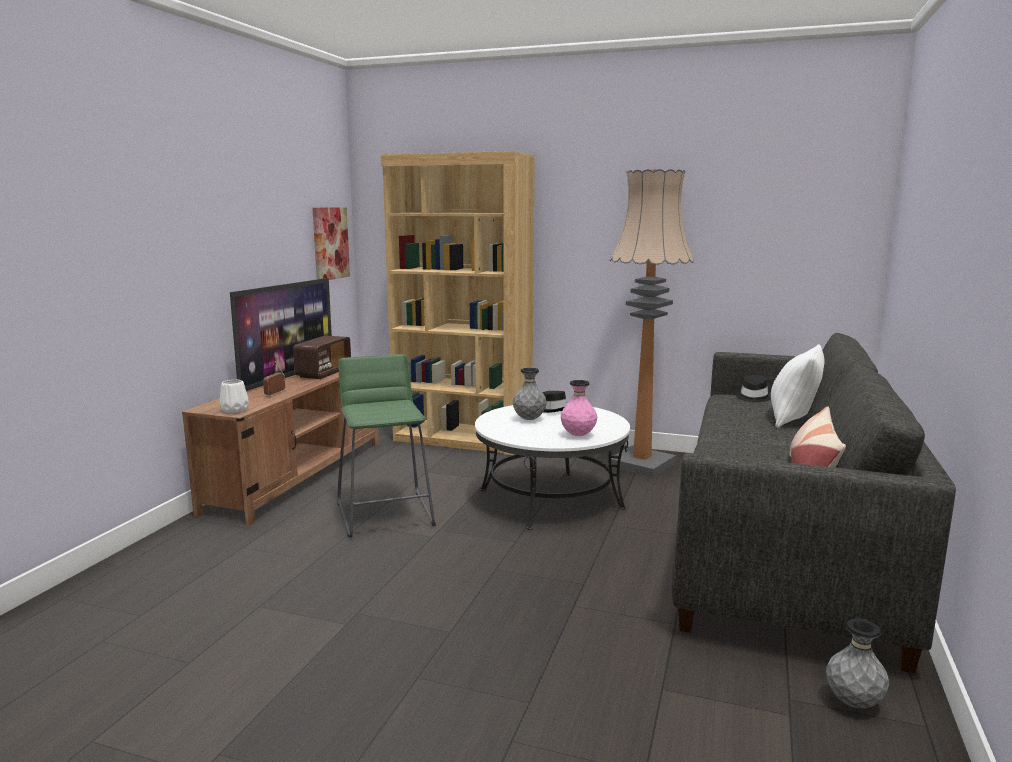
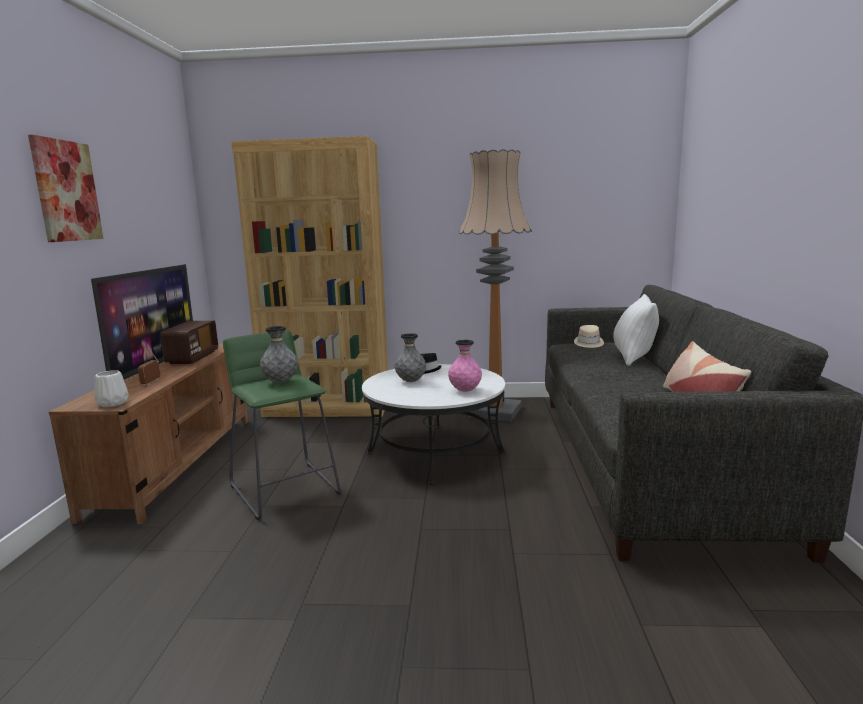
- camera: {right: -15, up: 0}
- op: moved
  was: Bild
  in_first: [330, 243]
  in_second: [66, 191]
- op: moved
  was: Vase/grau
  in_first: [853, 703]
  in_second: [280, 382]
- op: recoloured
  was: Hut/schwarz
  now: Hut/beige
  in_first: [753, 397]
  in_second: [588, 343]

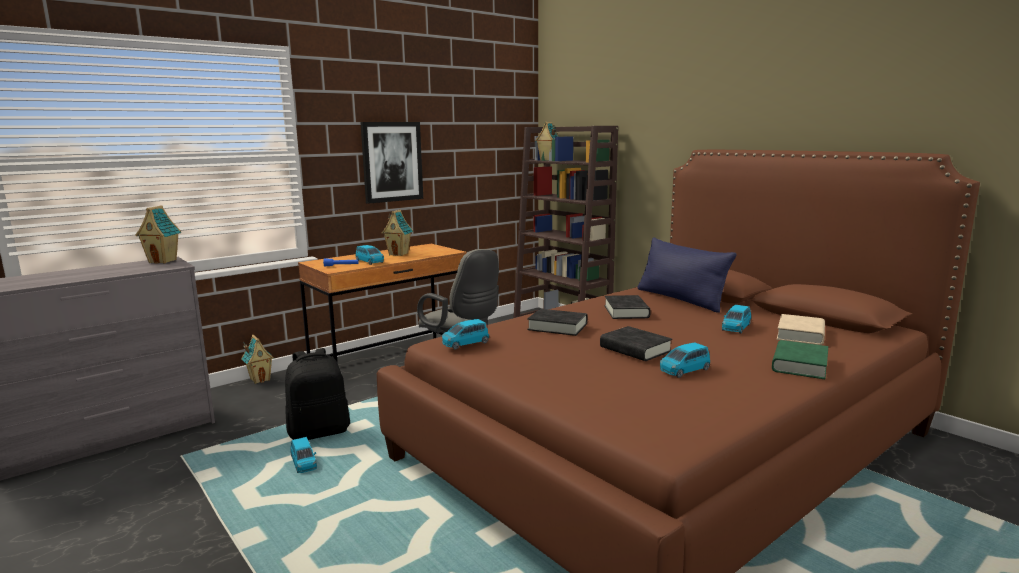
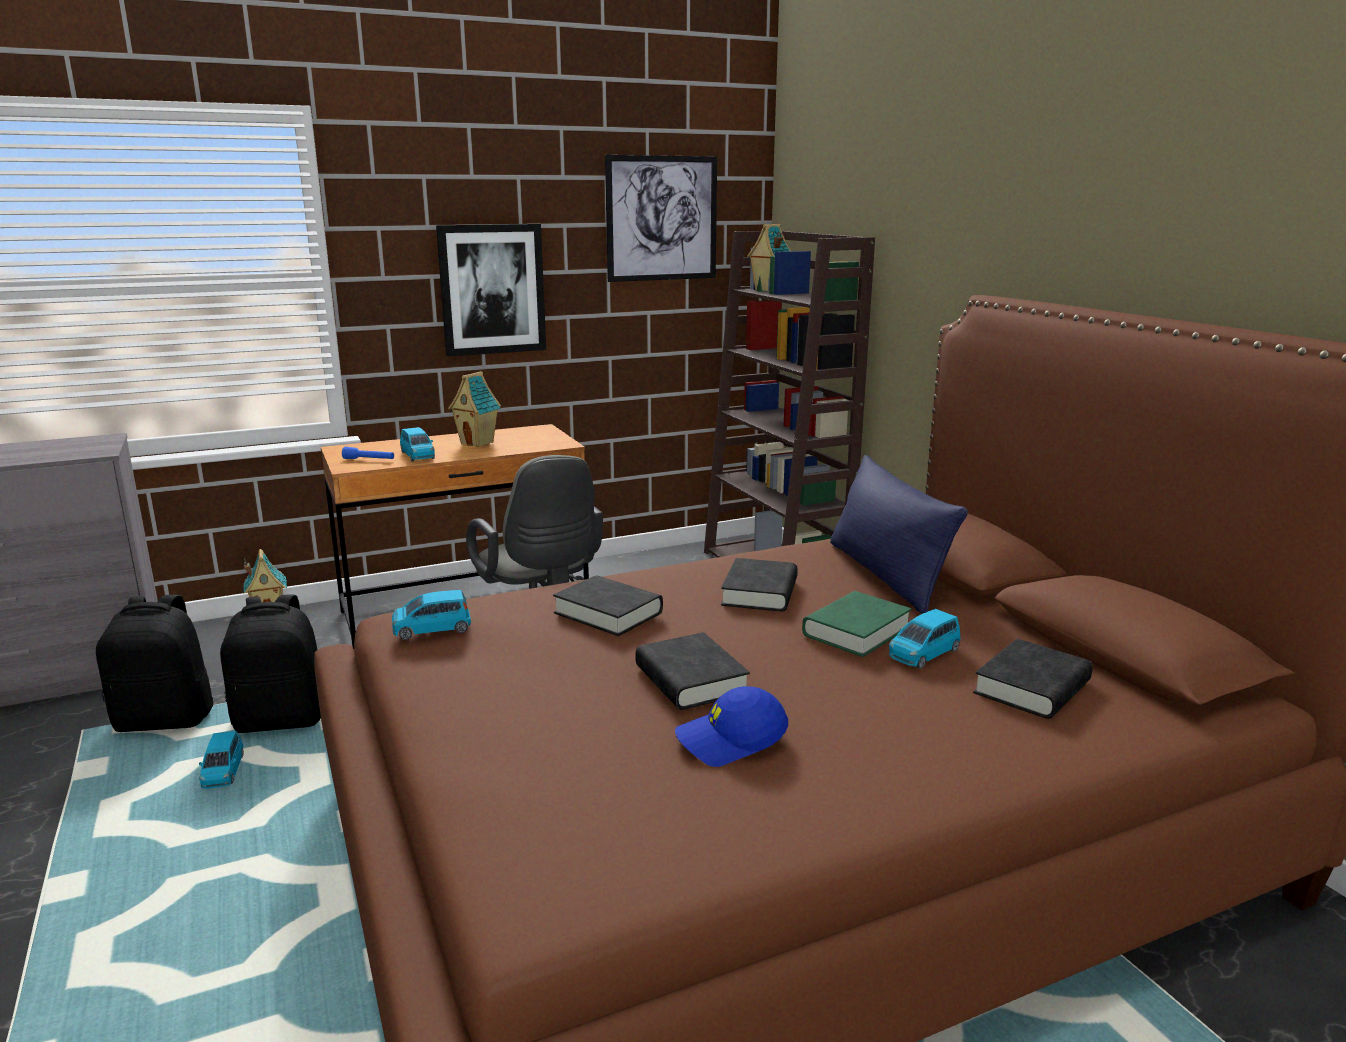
- camera: {right: 15, up: 5}
- op: removed
  was: Spielzeughaus
  in_first: [163, 261]
- op: added
  now: Rucksack/schwarz
  in_second: [166, 719]
- op: added
  now: Bild
  in_second: [662, 218]
- op: moved
  was: Buch/grün
  in_first: [799, 365]
  in_second: [856, 631]
- op: replaced
  was: Spielzeugauto/blau
  now: Kappe/blau
  in_first: [684, 370]
  in_second: [731, 741]
- op: recoloured
  was: Buch/beige
  now: Buch/schwarz
  in_first: [800, 335]
  in_second: [1032, 688]

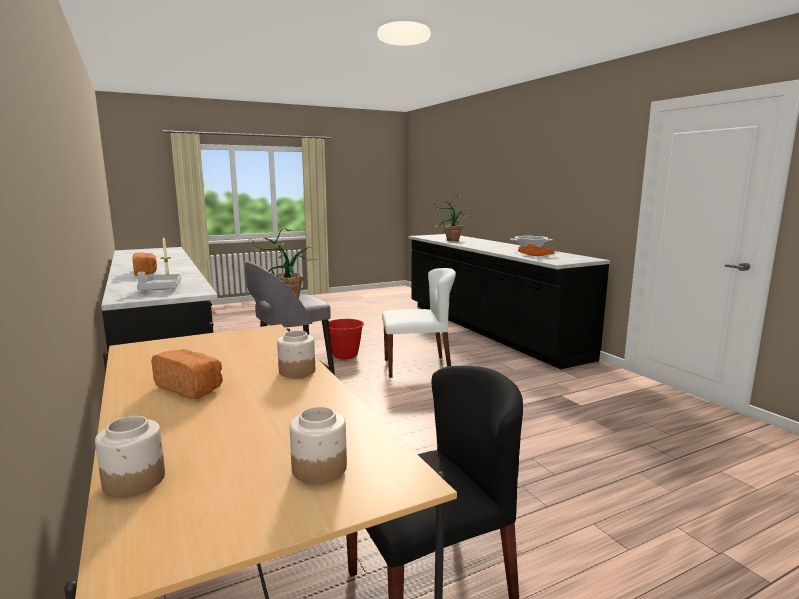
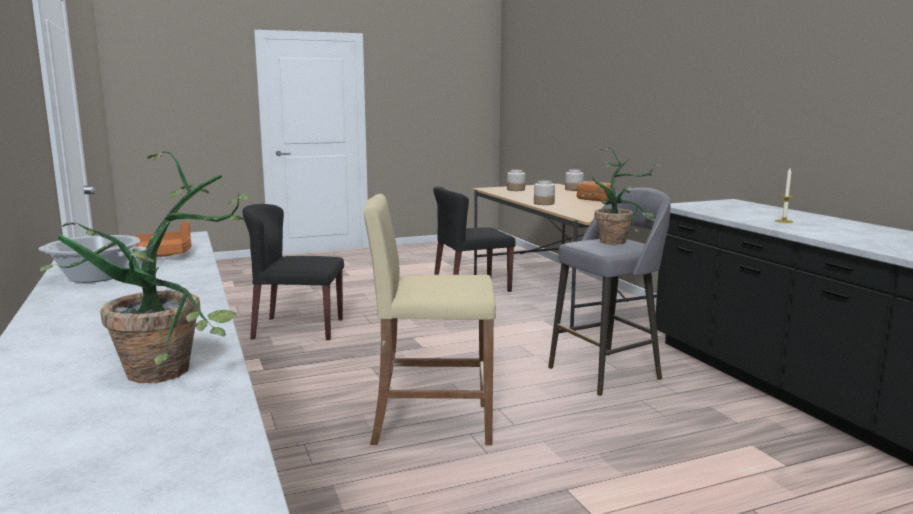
- camera: {right: -175, up: 0}
- op: removed
  was: Brot
  in_first: [146, 273]
- op: removed
  was: Tablett/grau
  in_first: [161, 289]
- op: removed
  was: Eimer/rot
  in_first: [345, 355]
- op: added
  now: Stuhl/schwarz
  in_second: [297, 328]
- op: replaced
  was: Stuhl/weiß
  now: Hocker/beige
  in_first: [417, 367]
  in_second: [431, 424]

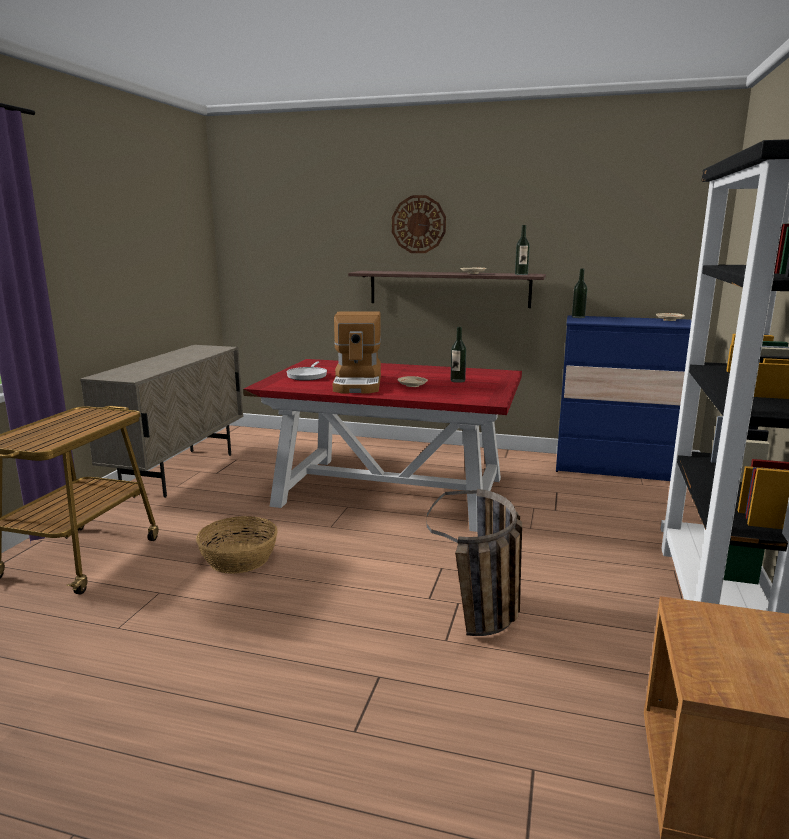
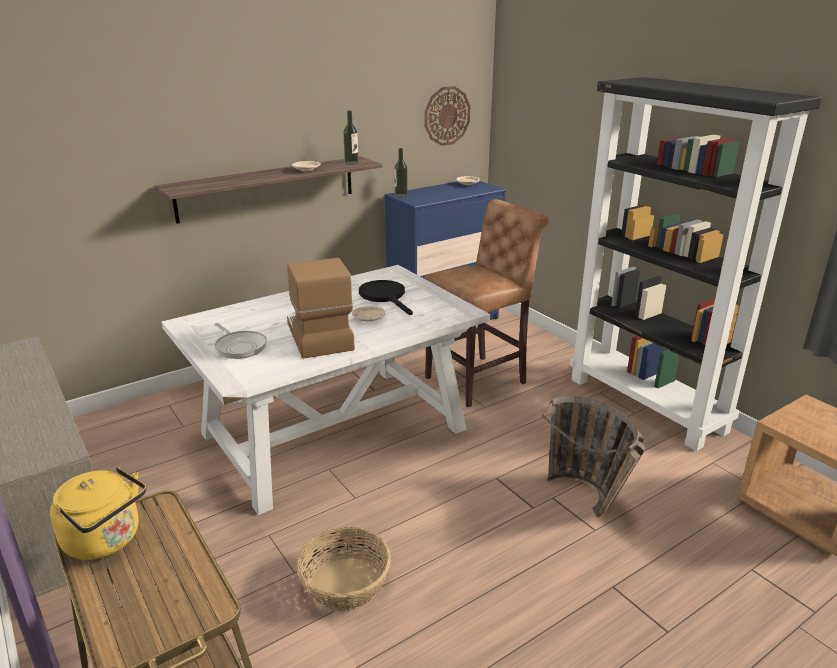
- camera: {right: -50, up: 10}
- op: added
  now: Wasserkessel/gelb
  in_second: [107, 540]
- op: added
  now: Hocker/braun
  in_second: [480, 379]
- op: moved
  was: Wanduhr
  in_first: [418, 224]
  in_second: [447, 116]
- op: replaced
  was: Flasche
  now: Pfanne/schwarz
  in_first: [457, 381]
  in_second: [385, 297]
- op: recoloured
  was: Esstisch/rot
  now: Esstisch/weiß
  in_first: [392, 491]
  in_second: [335, 431]
- op: turned
  was: Kaffeemaschine
  in_first: [359, 383]
  in_second: [318, 336]
  clockwise: -150

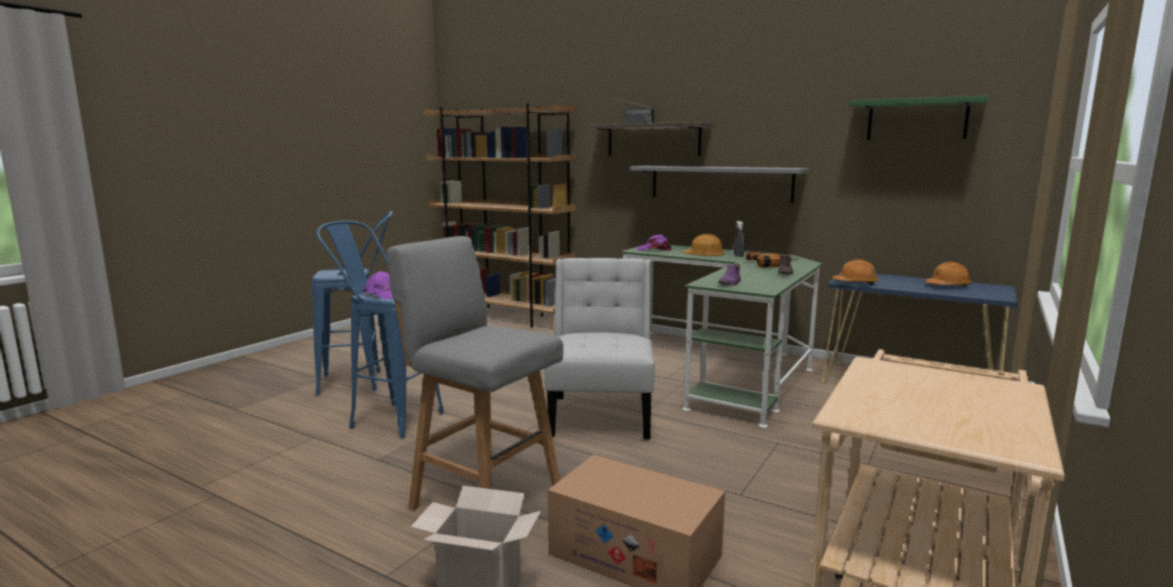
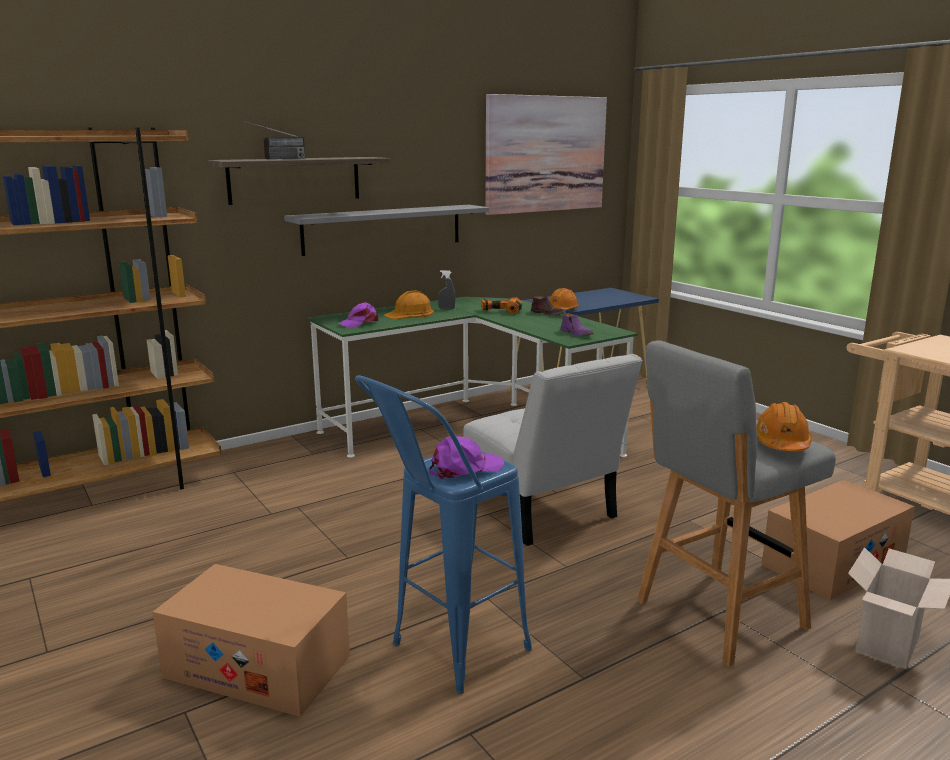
- camera: {right: -65, up: 5}
- op: moved
  was: Schutzhelm/orange
  in_first: [948, 286]
  in_second: [781, 443]
- op: replaced
  was: Hocker/blau
  now: Karton
  in_first: [362, 382]
  in_second: [257, 666]
- op: replaced
  was: Wandregal/grün
  now: Bild
  in_first: [916, 120]
  in_second: [546, 154]
- op: turned
  was: Stuhl/weiß
  in_first: [601, 414]
  in_second: [544, 513]
  clockwise: -150

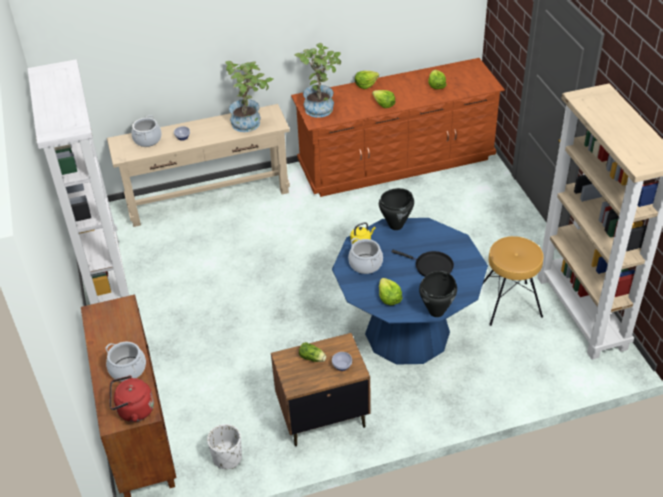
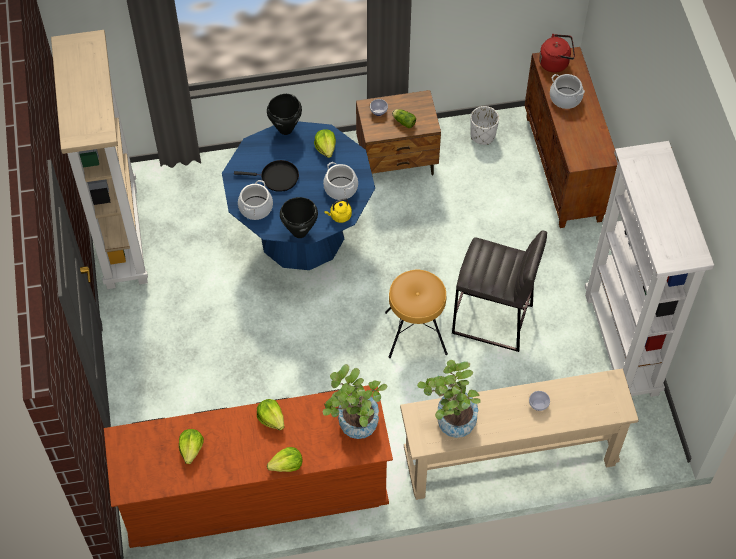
- camera: {right: -175, up: 15}
- op: added
  now: Hocker/grau
  in_second: [493, 320]
- op: moved
  was: Kochtopf
  in_first: [147, 139]
  in_second: [255, 208]
- op: moved
  was: Hocker/braun
  in_first: [509, 304]
  in_second: [415, 332]
- op: turned
  was: Pfanne/schwarz
  in_first: [431, 266]
  in_second: [277, 177]
  clockwise: 150

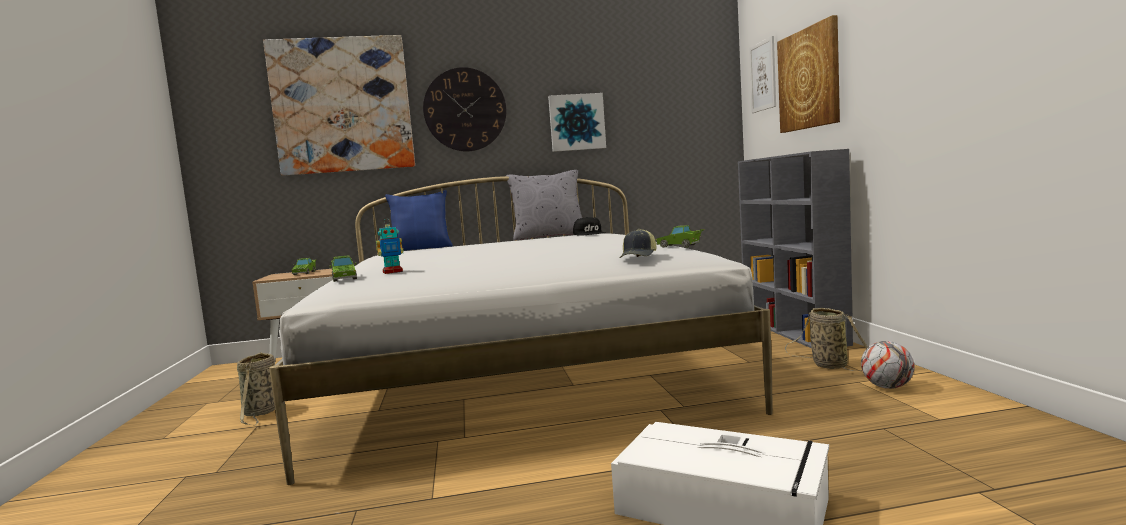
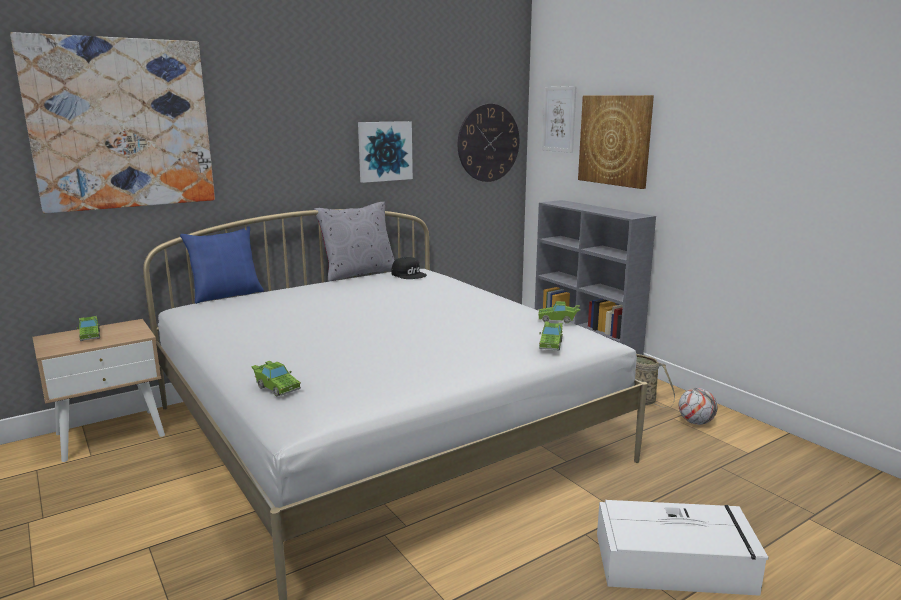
- camera: {right: -25, up: 10}
- op: removed
  was: Korb
  in_first: [260, 413]
- op: removed
  was: Spielzeugroboter
  in_first: [392, 272]
- op: moved
  was: Wanduhr
  in_first: [465, 110]
  in_second: [488, 143]
- op: replaced
  was: Kappe
  now: Spielzeugauto/grün
  in_first: [639, 256]
  in_second: [551, 344]

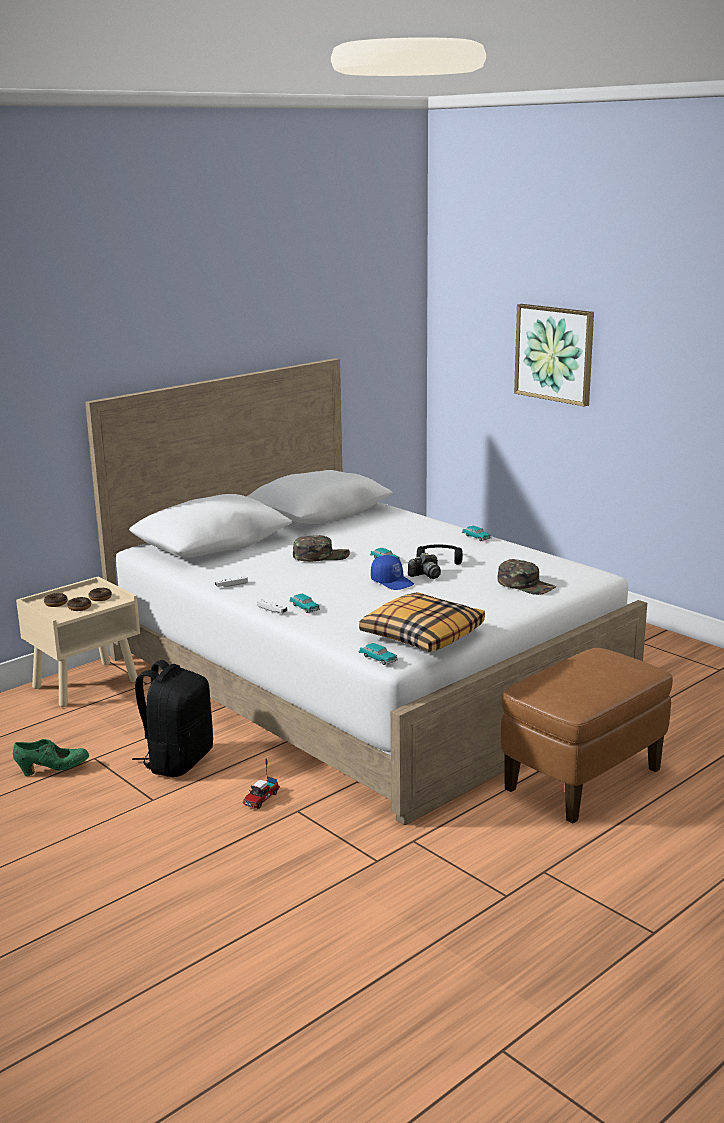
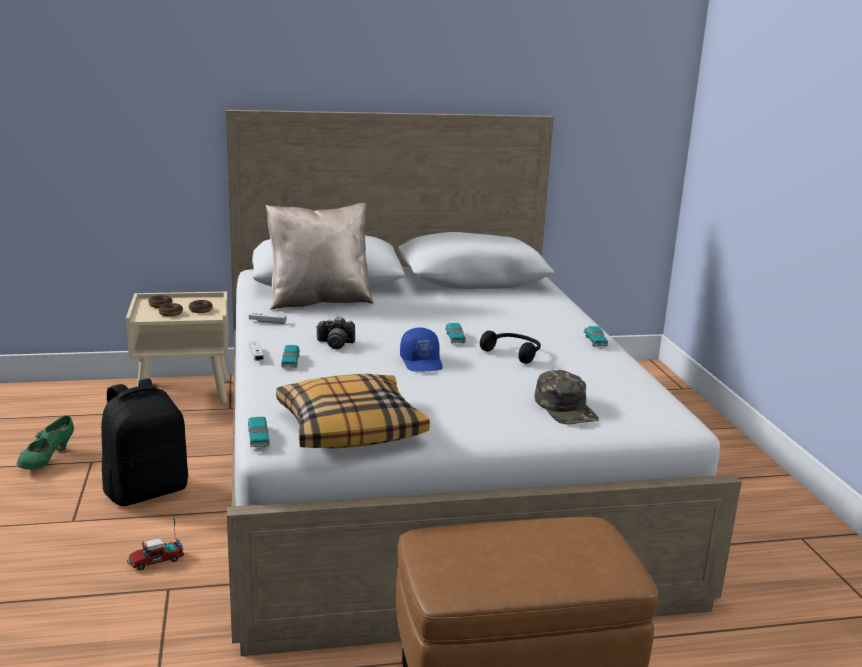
- camera: {right: 30, up: 0}
- op: removed
  was: Kappe/grün
  in_first: [321, 556]
- op: removed
  was: Bild
  in_first: [554, 353]
- op: added
  now: Kissen/beige
  in_second: [319, 301]
- op: moved
  was: Kamera
  in_first: [426, 575]
  in_second: [335, 343]
- op: turned
  was: Schuh/grün
  in_first: [53, 770]
  in_second: [47, 460]
  clockwise: 90

